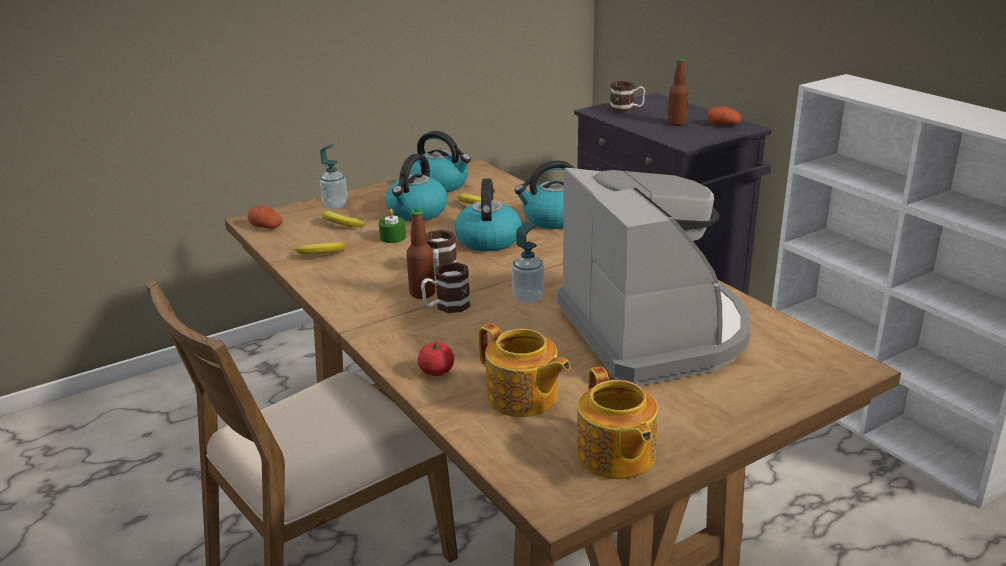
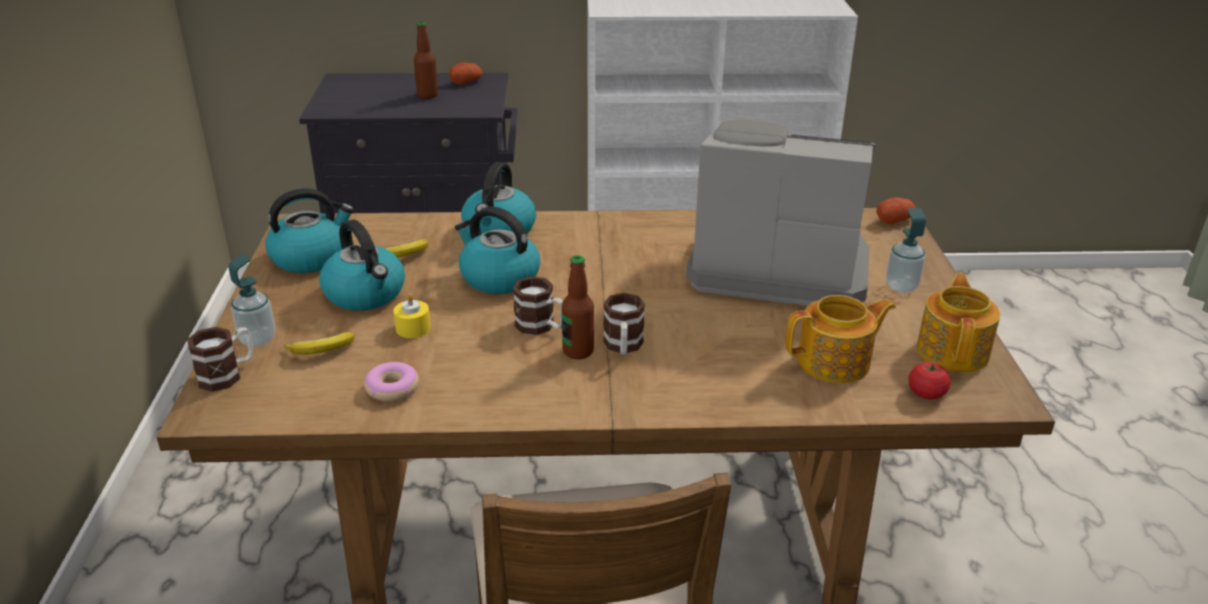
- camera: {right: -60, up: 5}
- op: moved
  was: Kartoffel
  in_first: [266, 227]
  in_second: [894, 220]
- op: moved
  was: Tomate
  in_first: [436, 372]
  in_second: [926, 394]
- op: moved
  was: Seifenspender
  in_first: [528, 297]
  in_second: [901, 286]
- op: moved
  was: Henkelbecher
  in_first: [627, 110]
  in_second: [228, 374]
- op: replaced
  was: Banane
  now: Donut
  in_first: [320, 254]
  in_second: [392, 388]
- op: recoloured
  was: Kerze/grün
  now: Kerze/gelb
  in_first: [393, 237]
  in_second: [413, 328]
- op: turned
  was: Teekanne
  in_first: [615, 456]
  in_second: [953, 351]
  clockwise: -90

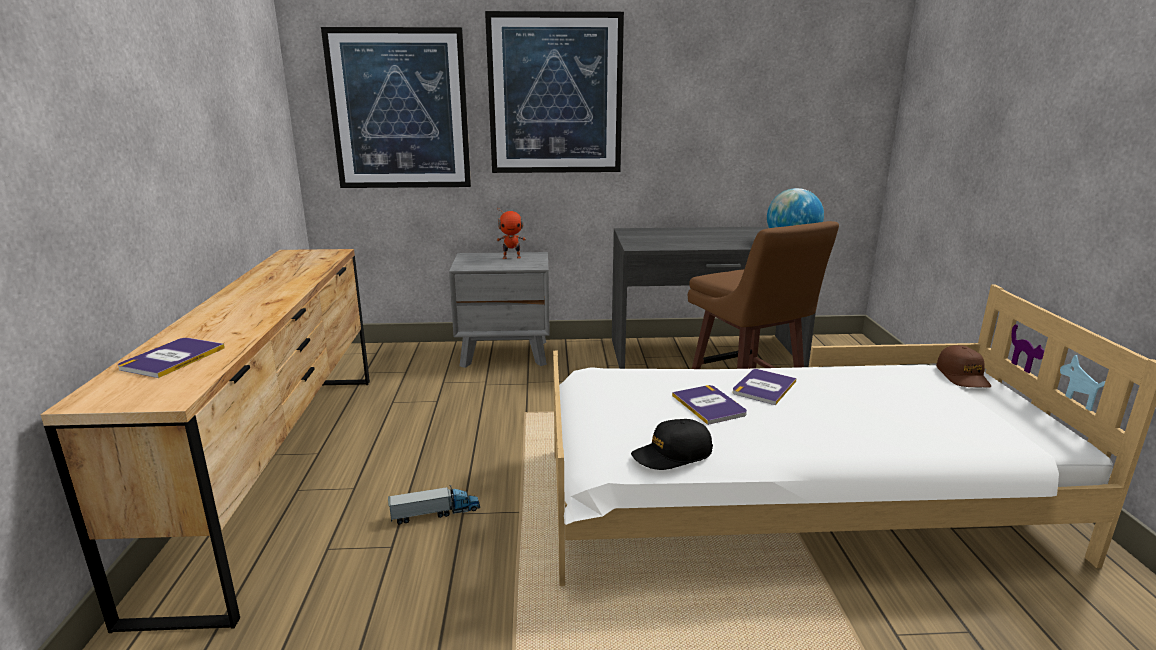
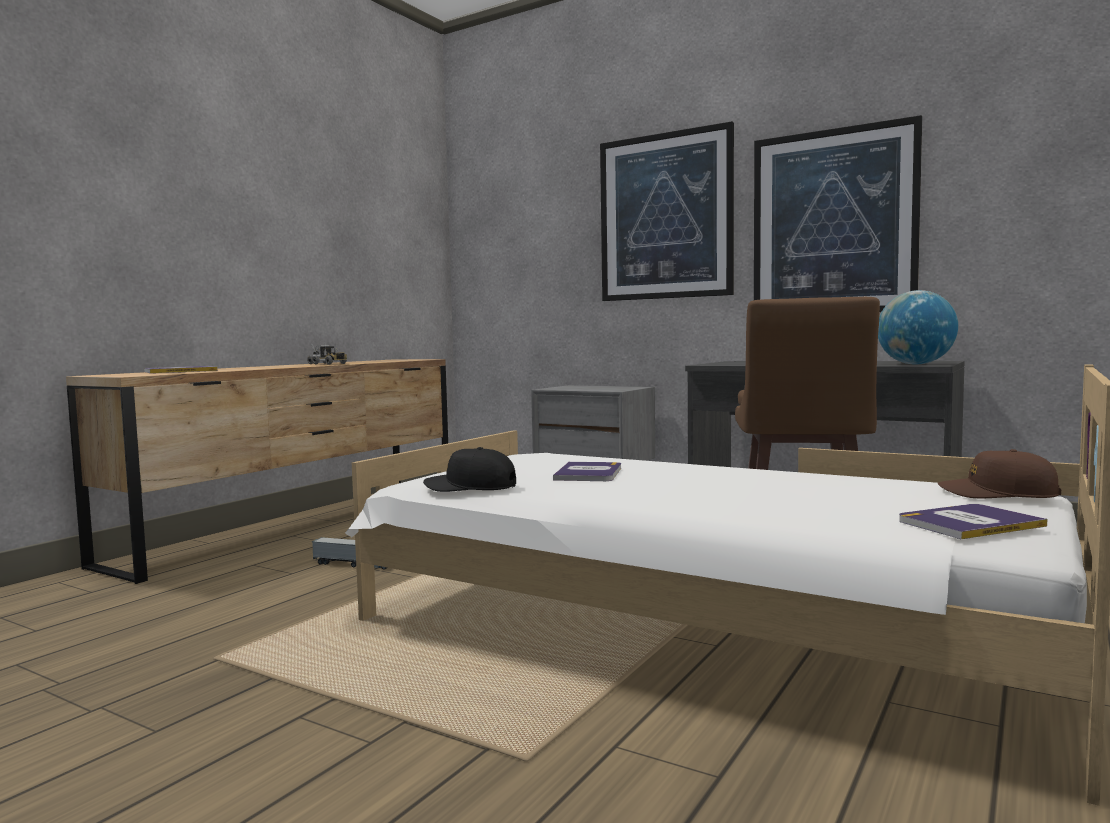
- camera: {right: 35, up: -15}
- op: removed
  was: Spielzeugroboter
  in_first: [512, 257]
- op: added
  now: Spielzeuglaster
  in_second: [328, 364]
- op: moved
  was: Bild
  in_first: [399, 110]
  in_second: [833, 222]
- op: moved
  was: Buch
  in_first: [764, 387]
  in_second: [969, 523]
- op: turned
  was: Kappe/braun
  in_first: [963, 376]
  in_second: [997, 494]
  clockwise: 75

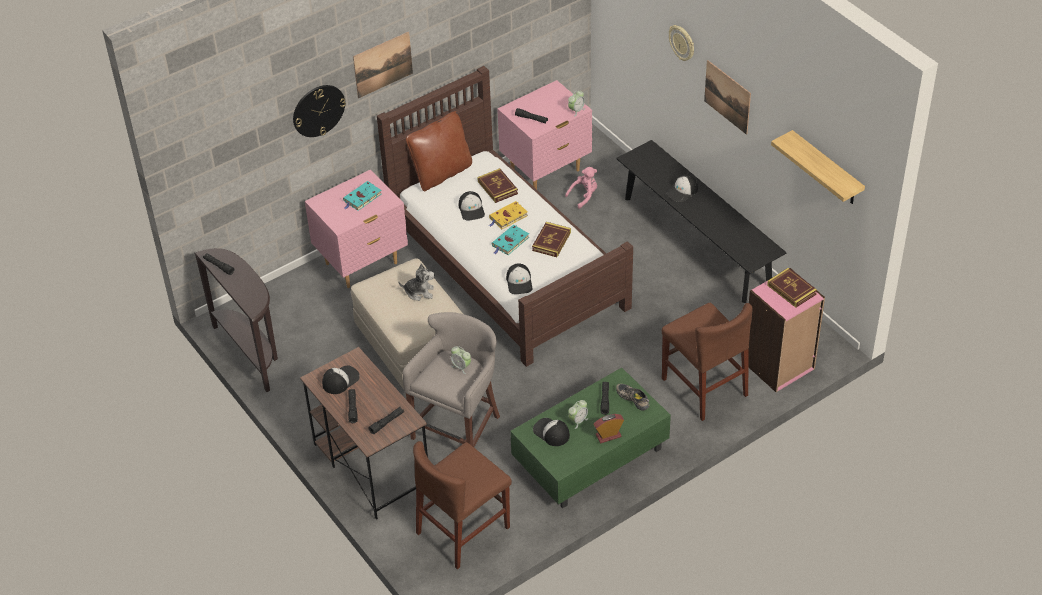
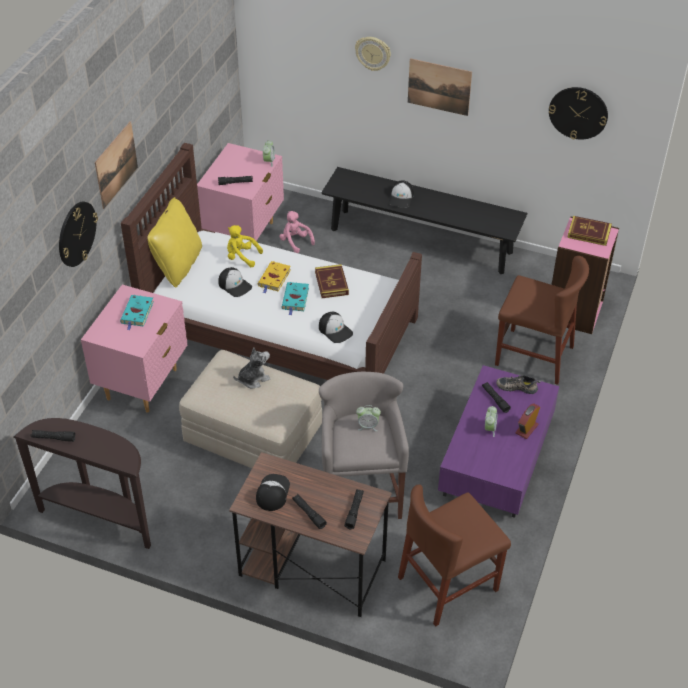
- camera: {right: -35, up: 0}
- op: removed
  was: Kappe
  in_first: [551, 432]
- op: replaced
  was: Buch
  now: Plüschtier/gelb
  in_first: [497, 187]
  in_second: [241, 257]
- op: replaced
  was: Wandregal
  now: Wanduhr
  in_first: [826, 169]
  in_second: [578, 112]
- op: recoloured
  was: Kissen/braun
  now: Kissen/gelb
  in_first: [441, 173]
  in_second: [177, 265]
- op: recoloured
  was: Couchtisch/grün
  now: Couchtisch/lila
  in_first: [589, 456]
  in_second: [495, 460]
- op: turned
  was: Stuhl/braun
  in_first: [463, 530]
  in_second: [448, 584]
  clockwise: 45
- op: turned
  was: Plüschtier/rosa
  in_first: [584, 196]
  in_second: [295, 242]
  clockwise: -60

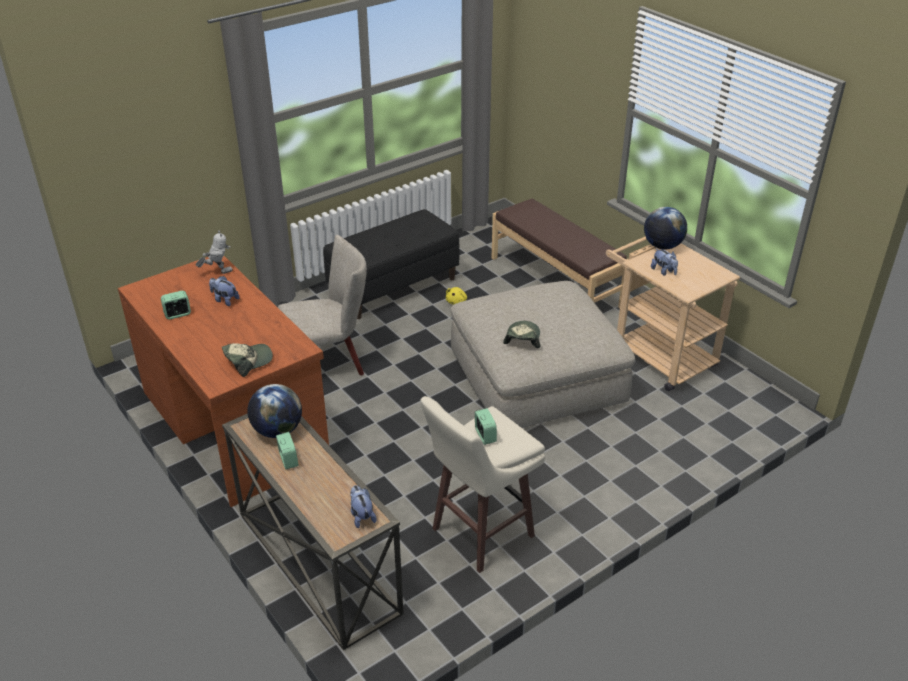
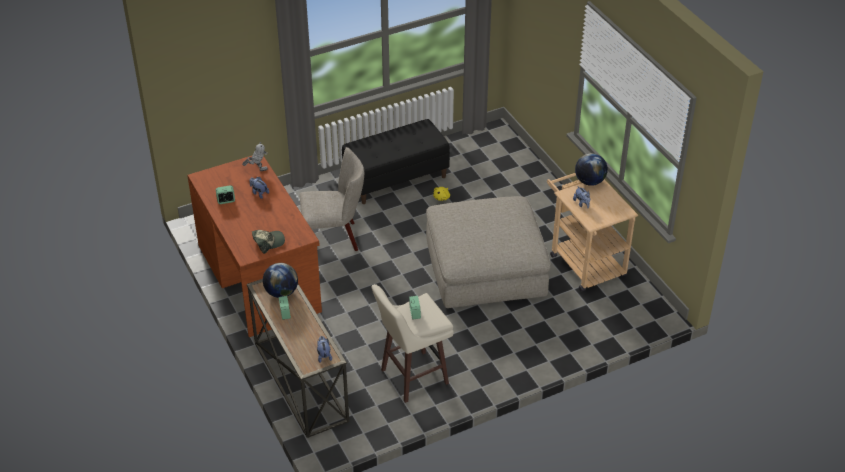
- camera: {right: 10, up: 5}
- op: removed
  was: Bank/braun
  in_first: [556, 281]
- op: removed
  was: Kappe
  in_first: [522, 338]

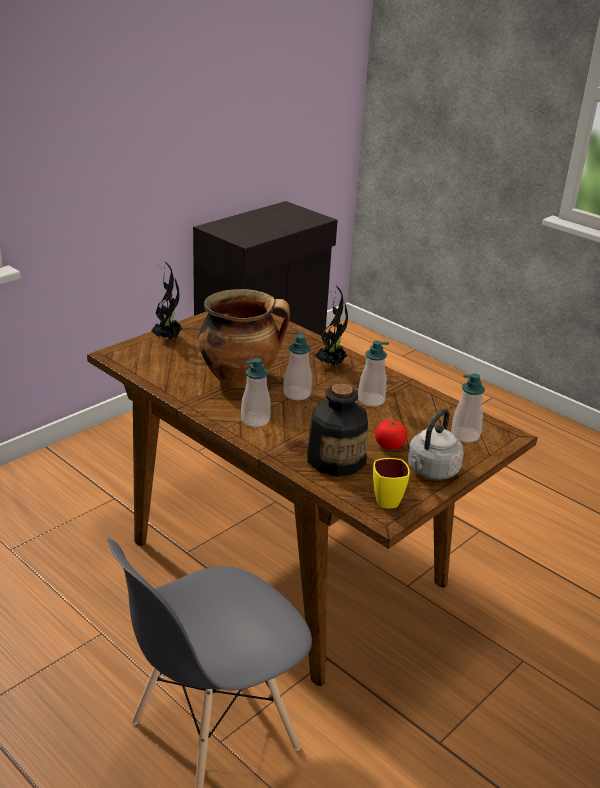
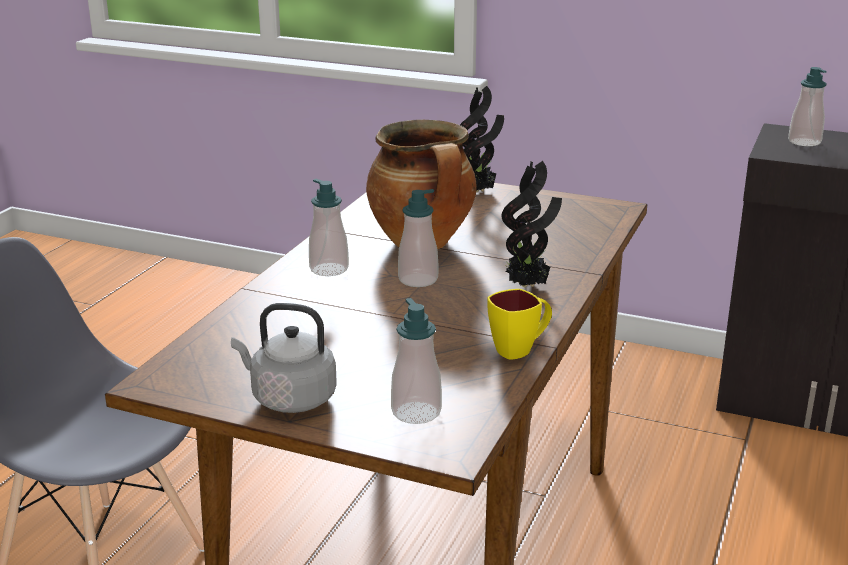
- camera: {right: 70, up: -5}
- op: removed
  was: Flasche
  in_first: [336, 459]
- op: removed
  was: Tomate
  in_first: [389, 445]
- op: moved
  was: Seifenspender
  in_first: [371, 400]
  in_second: [804, 142]
- op: moved
  was: Henkelbecher/gelb
  in_first: [385, 498]
  in_second: [520, 350]

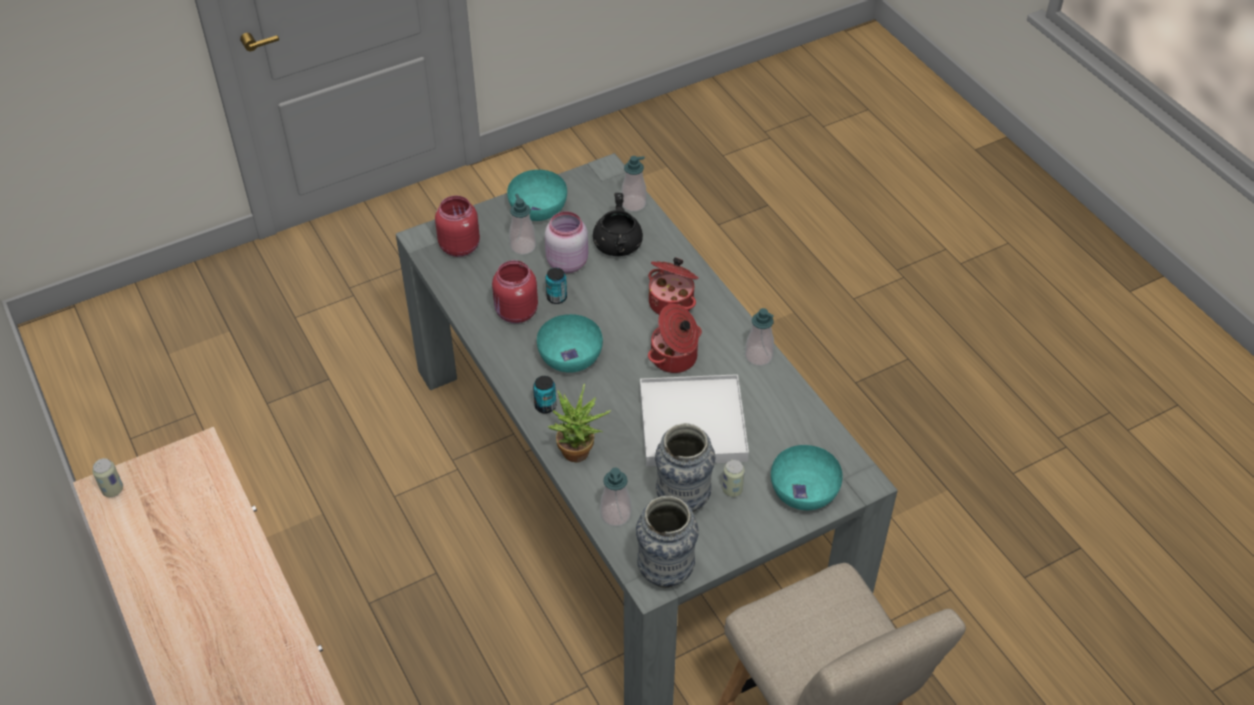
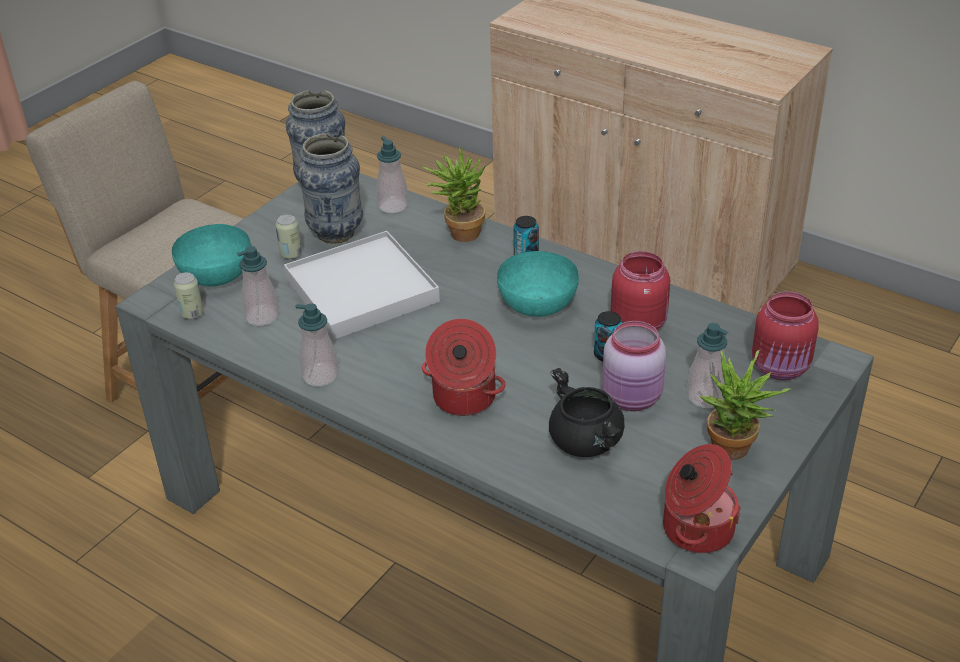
- camera: {right: 155, up: -10}
- op: moved
  was: Dose
  in_first: [113, 490]
  in_second: [192, 314]
- op: moved
  was: Seifenspender
  in_first: [633, 204]
  in_second: [262, 316]
- op: moved
  was: Kochtopf
  in_first: [675, 358]
  in_second: [695, 528]
- op: replaced
  was: Schüssel/türkis
  now: Topfpflanze
  in_first: [539, 209]
  in_second: [735, 452]

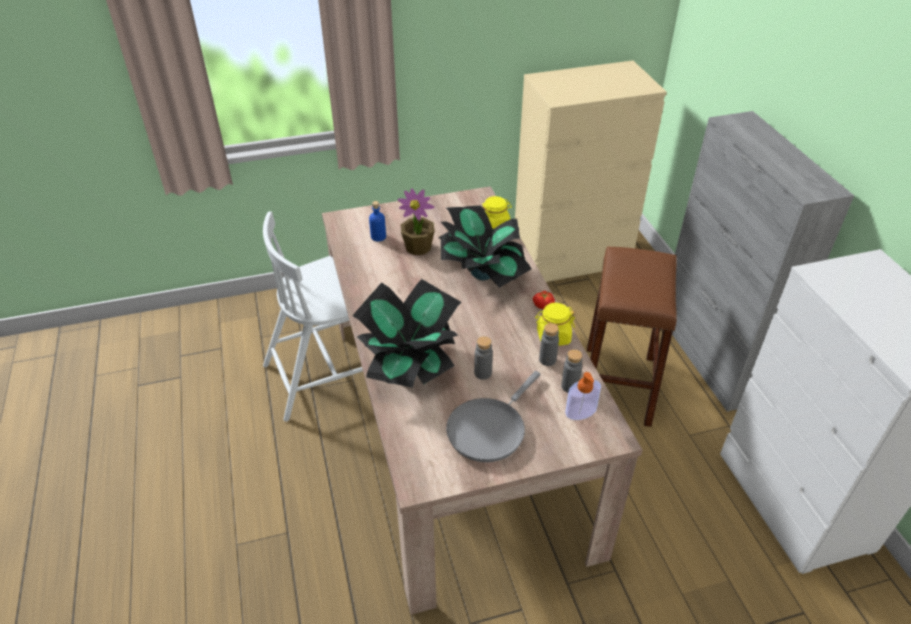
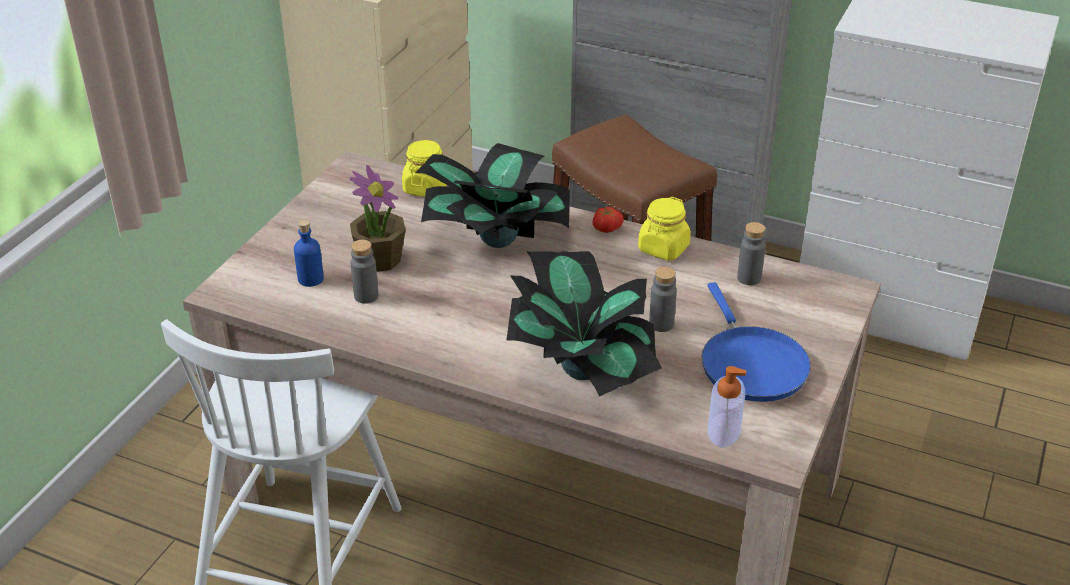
- camera: {right: -50, up: -5}
- op: moved
  was: Flasche/grau
  in_first: [547, 360]
  in_second: [366, 296]
- op: moved
  was: Seifenspender
  in_first: [581, 411]
  in_second: [724, 430]
- op: recoloured
  was: Pfanne/grau
  now: Pfanne/blau
  in_first: [489, 429]
  in_second: [750, 364]

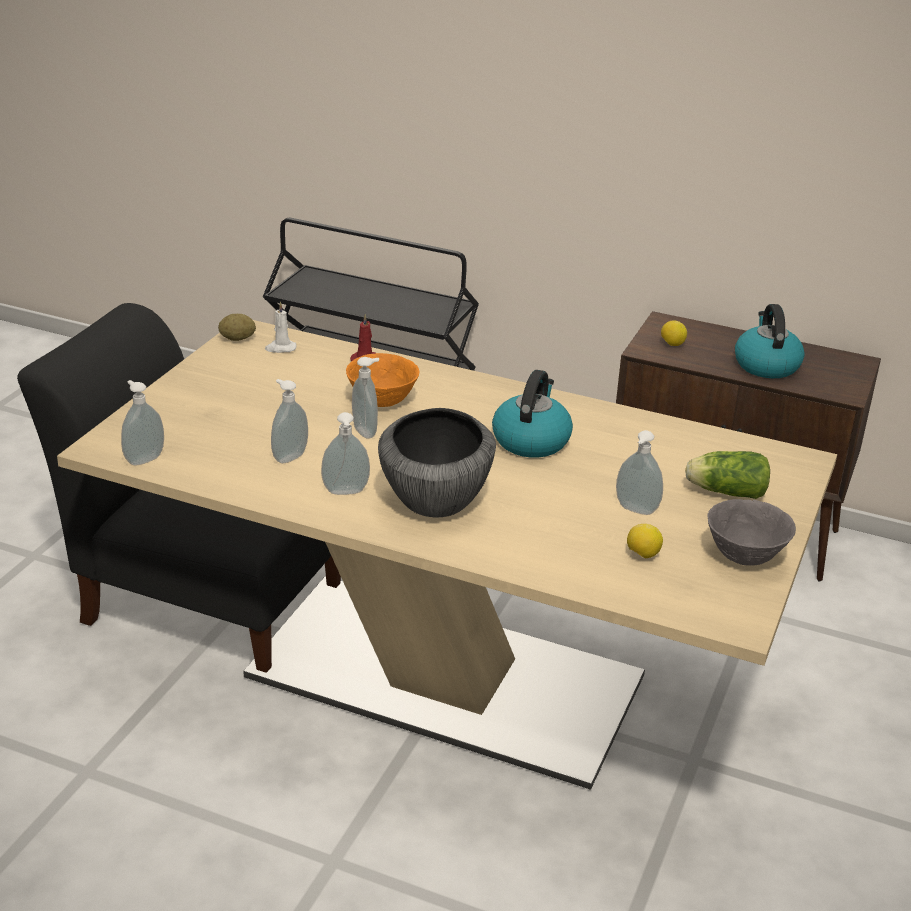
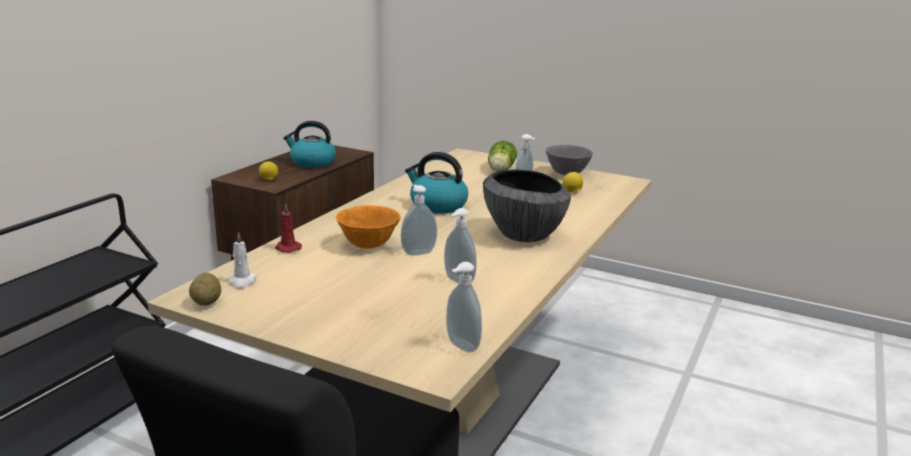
- camera: {right: -85, up: -10}
- op: removed
  was: Seifenspender
  in_first: [346, 492]

